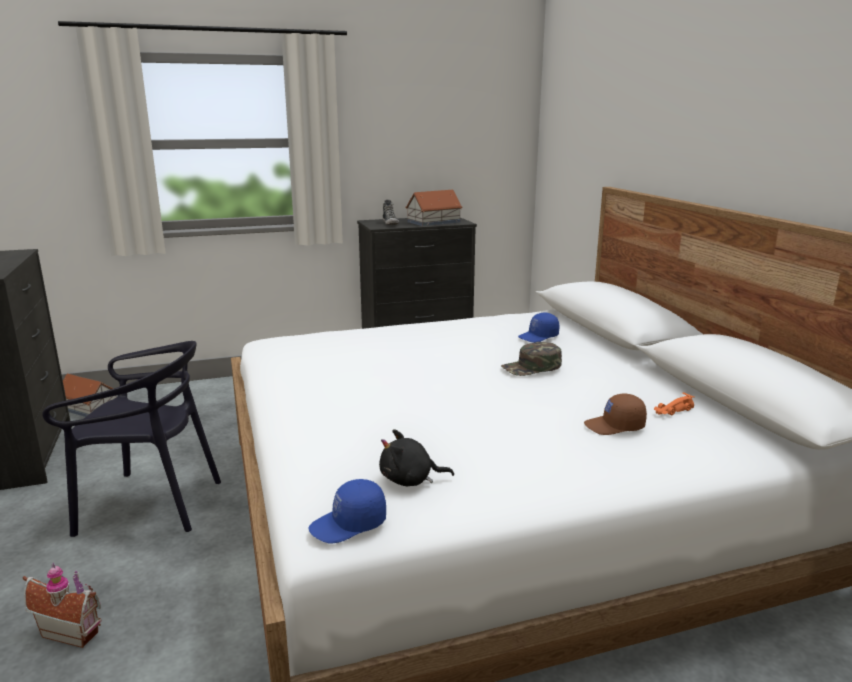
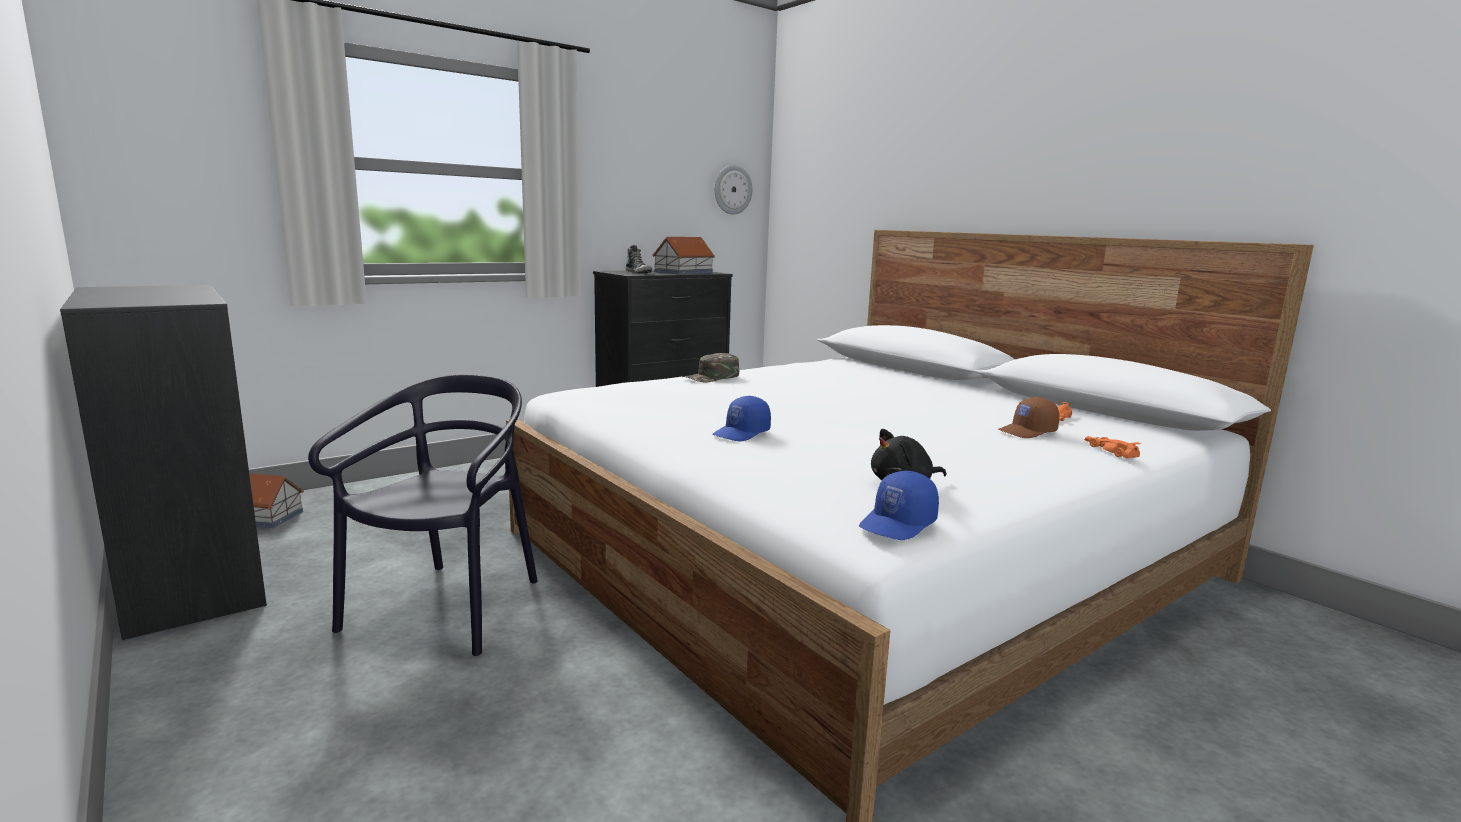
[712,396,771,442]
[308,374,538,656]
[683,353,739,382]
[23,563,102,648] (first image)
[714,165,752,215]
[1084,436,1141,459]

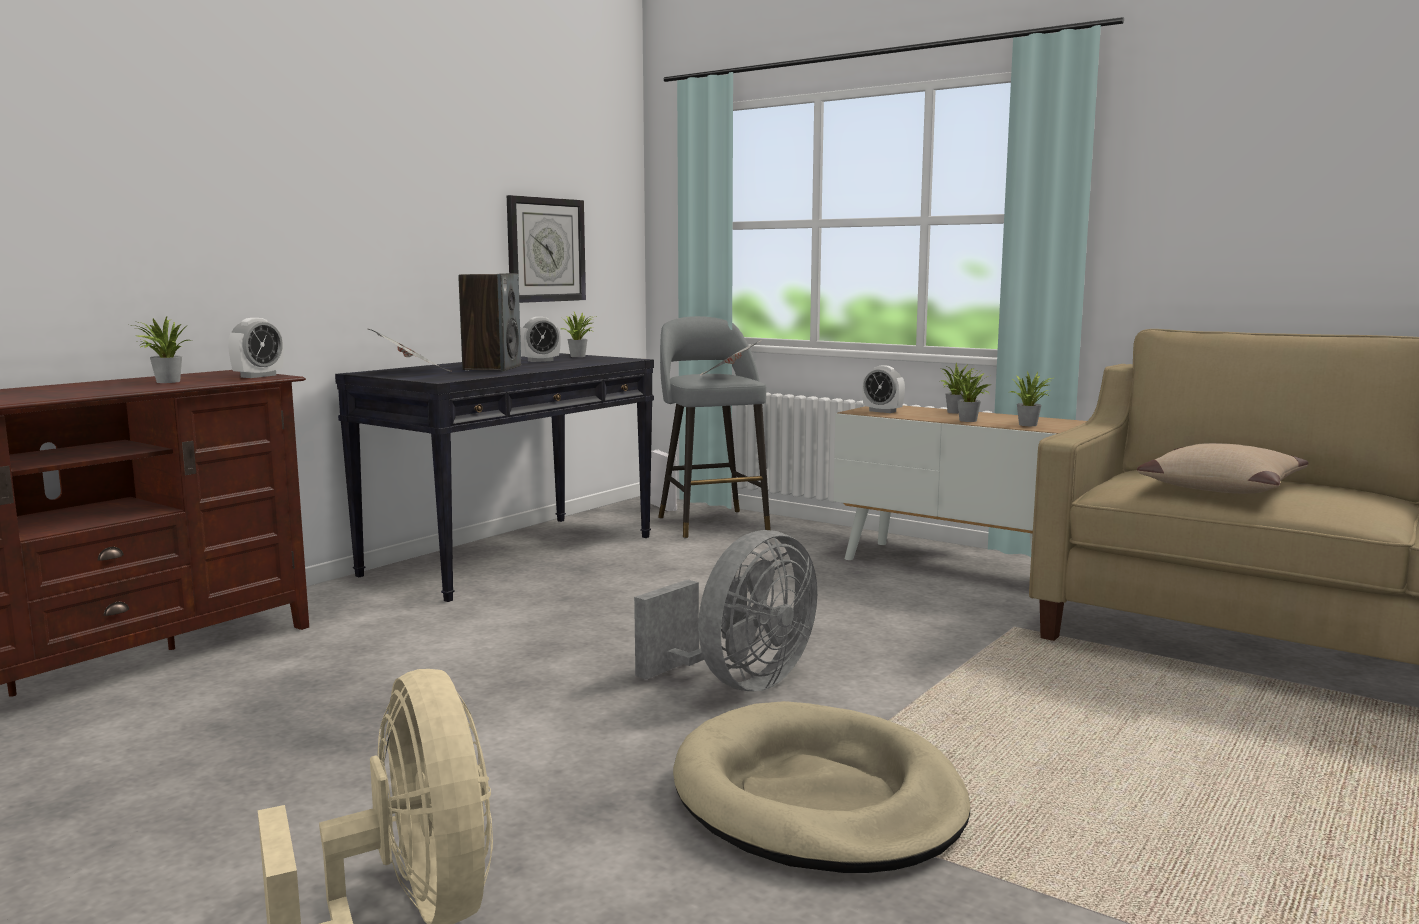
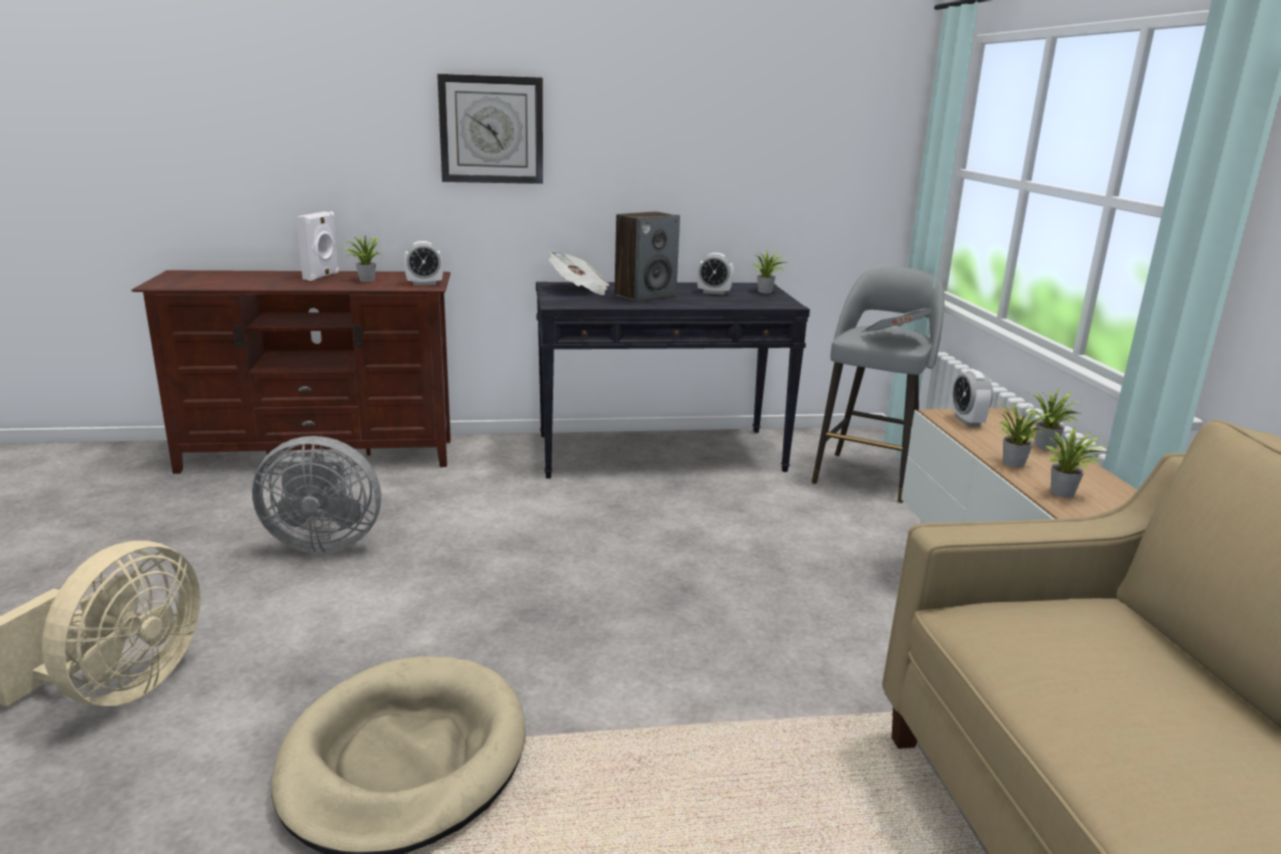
[437,74,543,184]
[1137,443,1308,494] (first image)
[296,211,339,281]
[252,436,381,554]

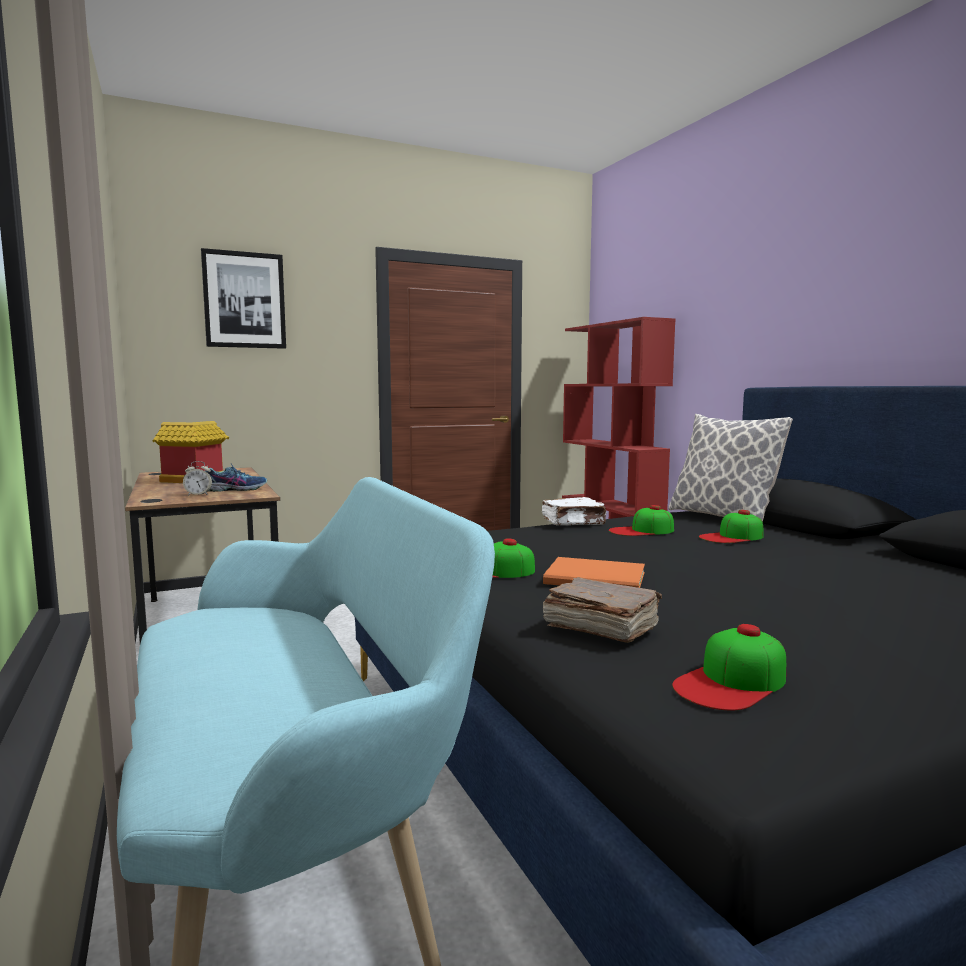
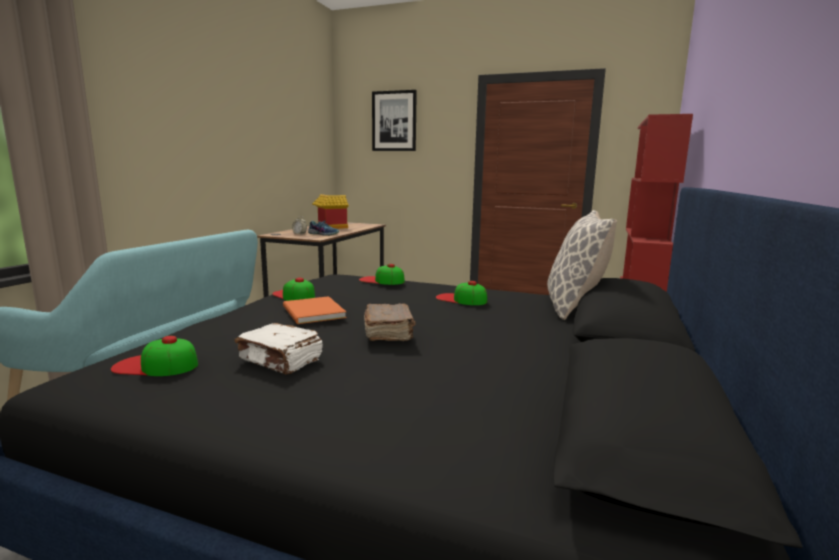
[234,323,323,374]
[359,264,405,285]
[364,303,416,341]

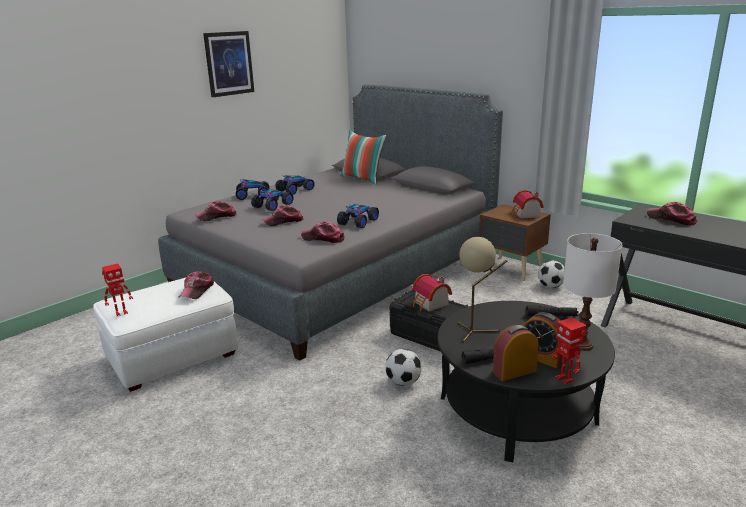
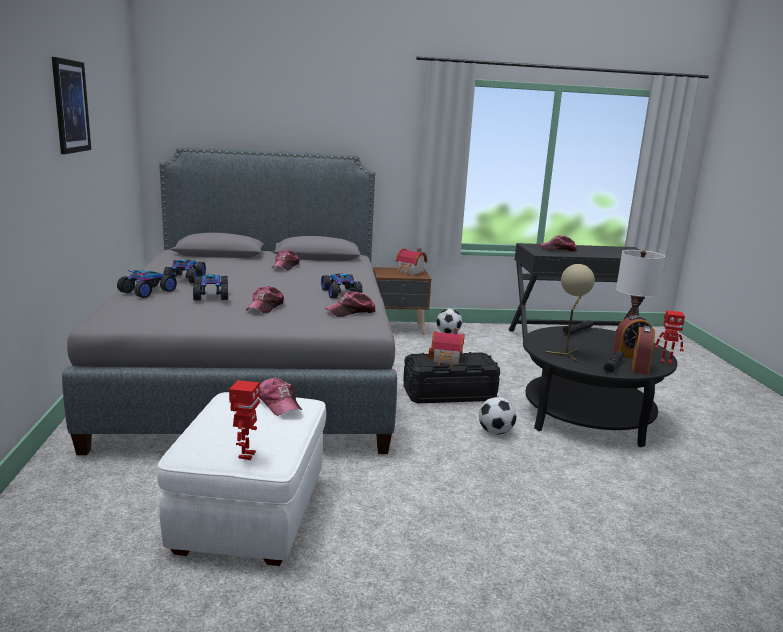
[340,130,386,185] (first image)
[272,250,299,270]

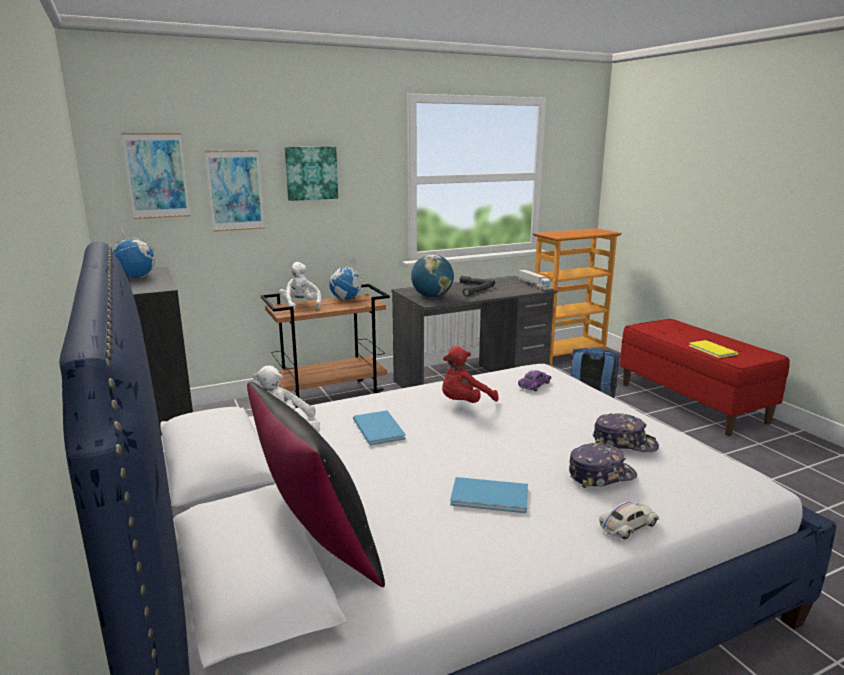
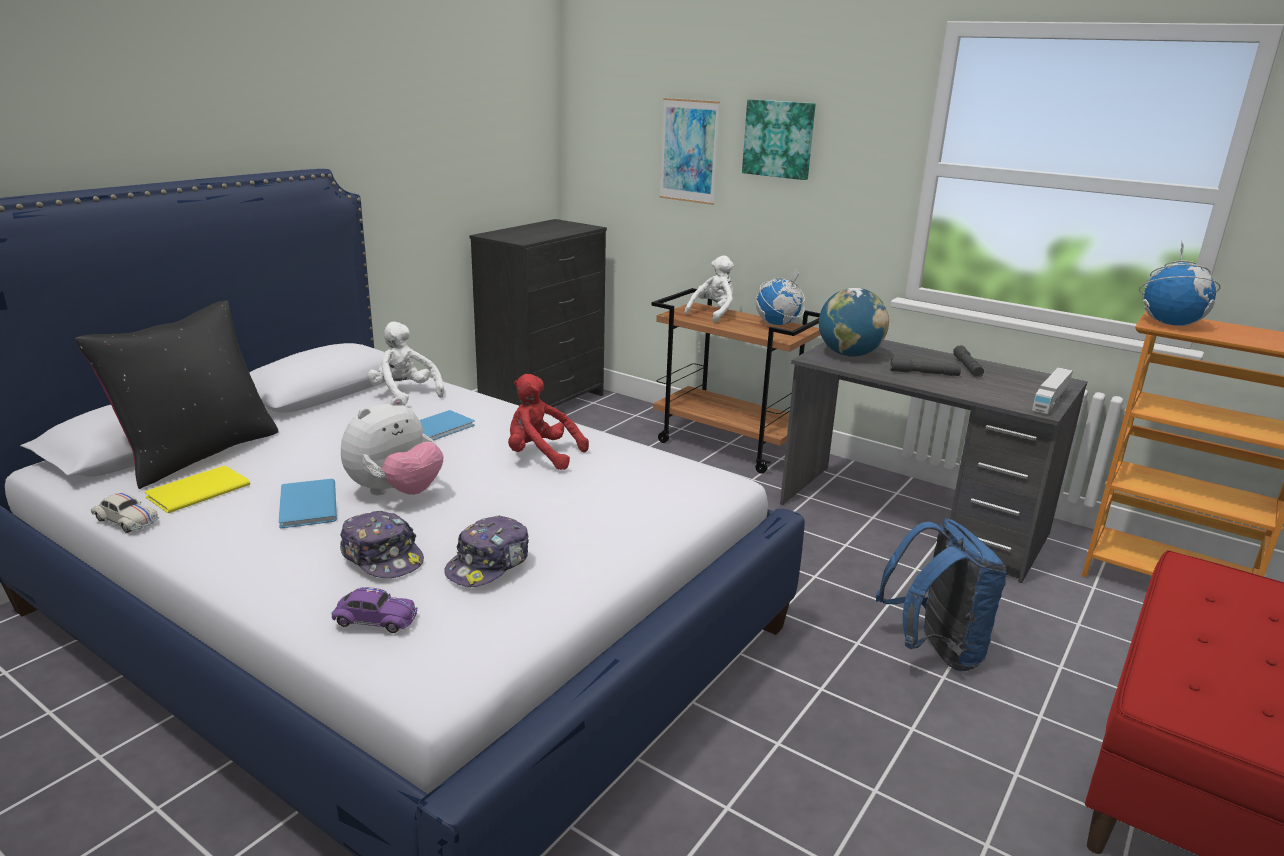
[121,133,190,219] (first image)
[1139,241,1221,326]
[144,466,250,513]
[331,587,417,633]
[444,515,529,587]
[91,493,159,533]
[341,397,443,495]

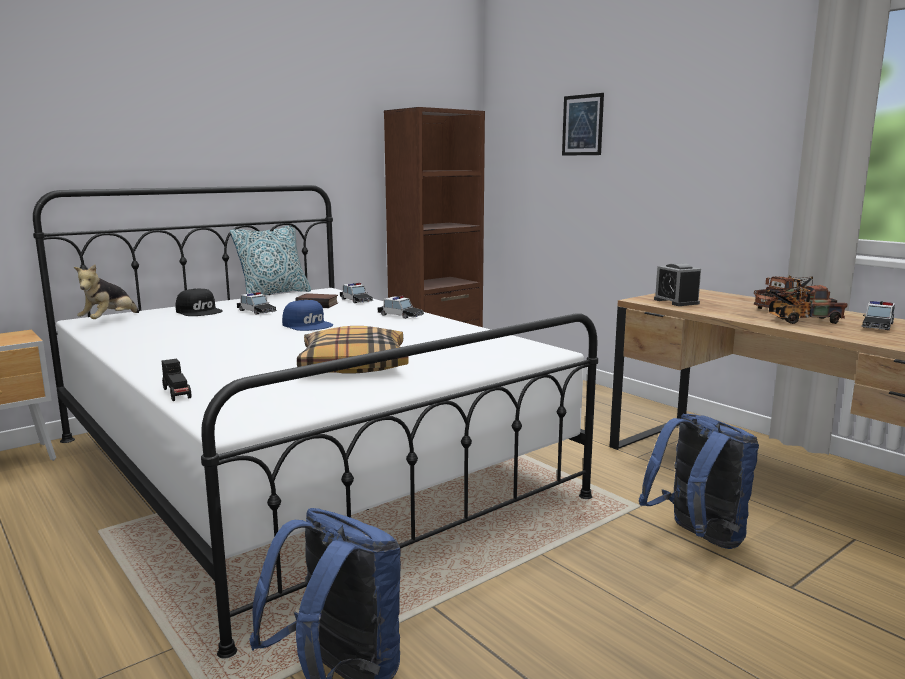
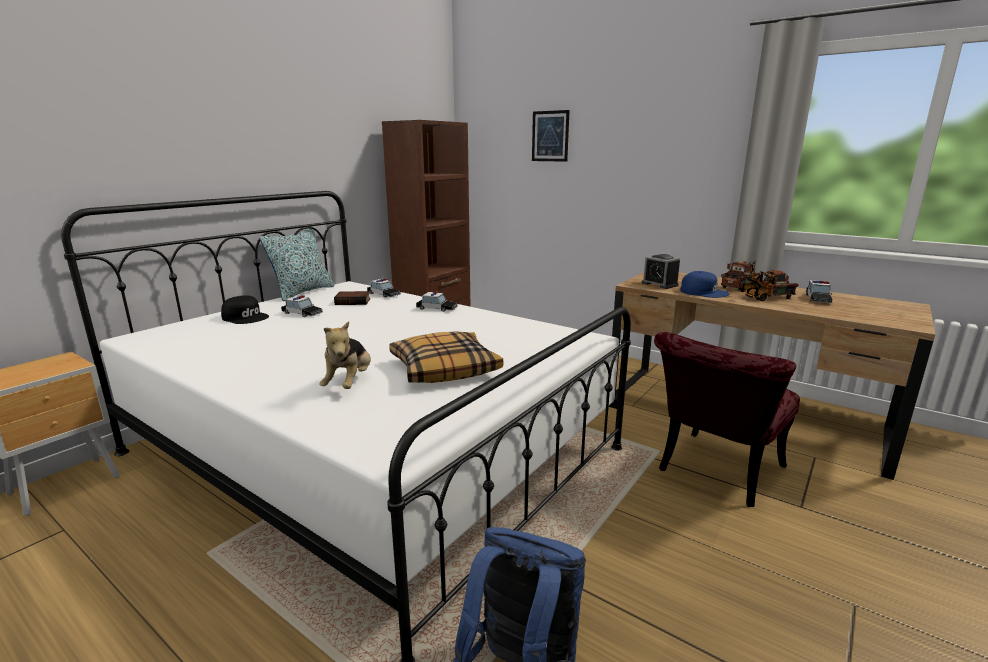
[320,321,371,389]
[680,271,730,298]
[162,358,191,401] (first image)
[654,332,800,507]

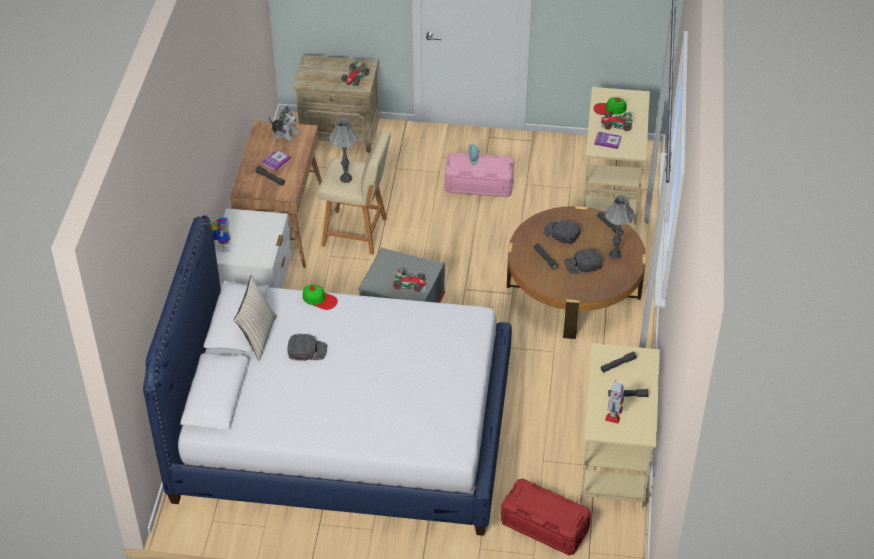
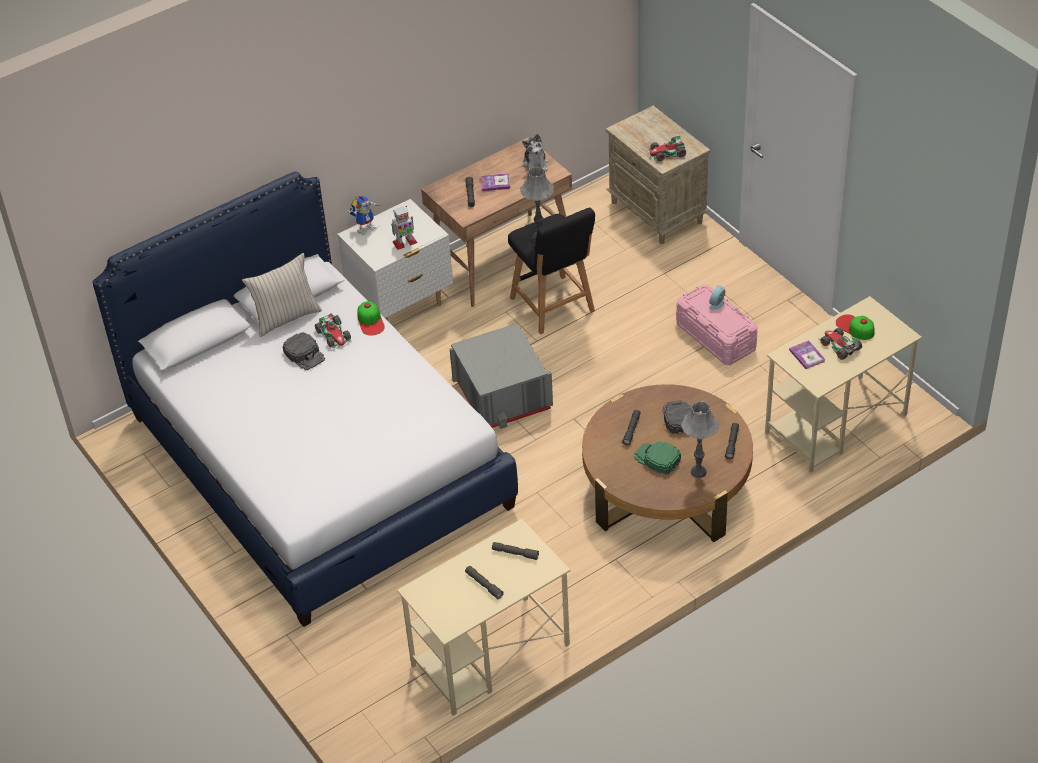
[508,208,595,334]
[634,441,681,475]
[315,313,352,350]
[391,206,417,250]
[501,479,591,555] (first image)

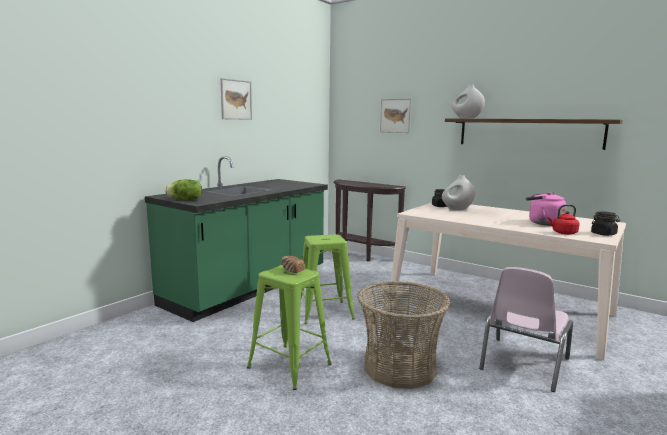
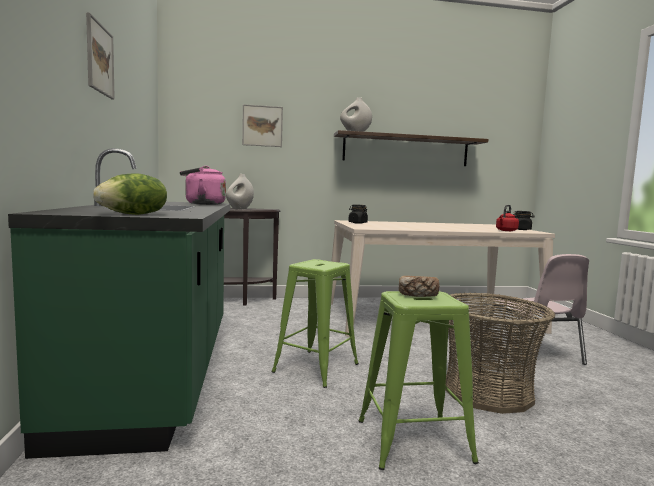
[226,174,254,209]
[180,166,226,205]

